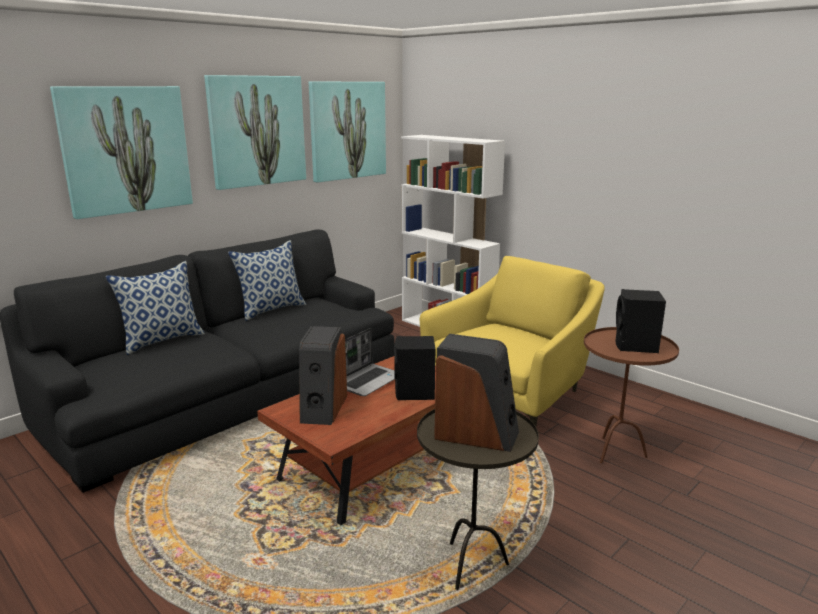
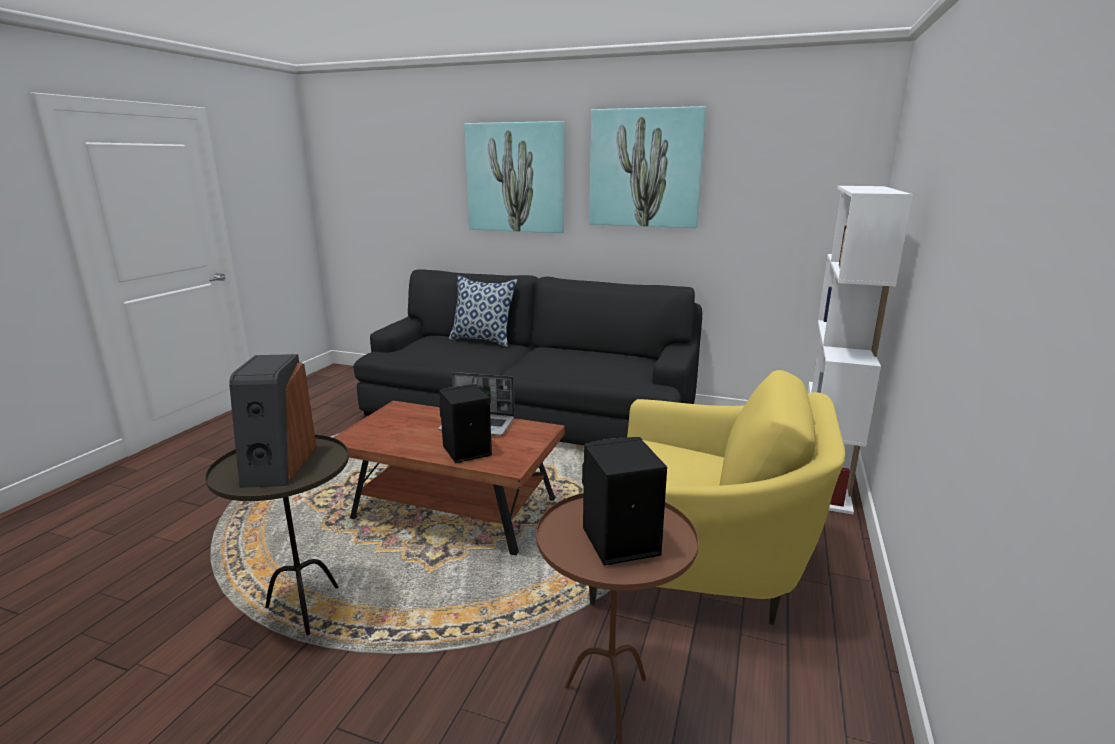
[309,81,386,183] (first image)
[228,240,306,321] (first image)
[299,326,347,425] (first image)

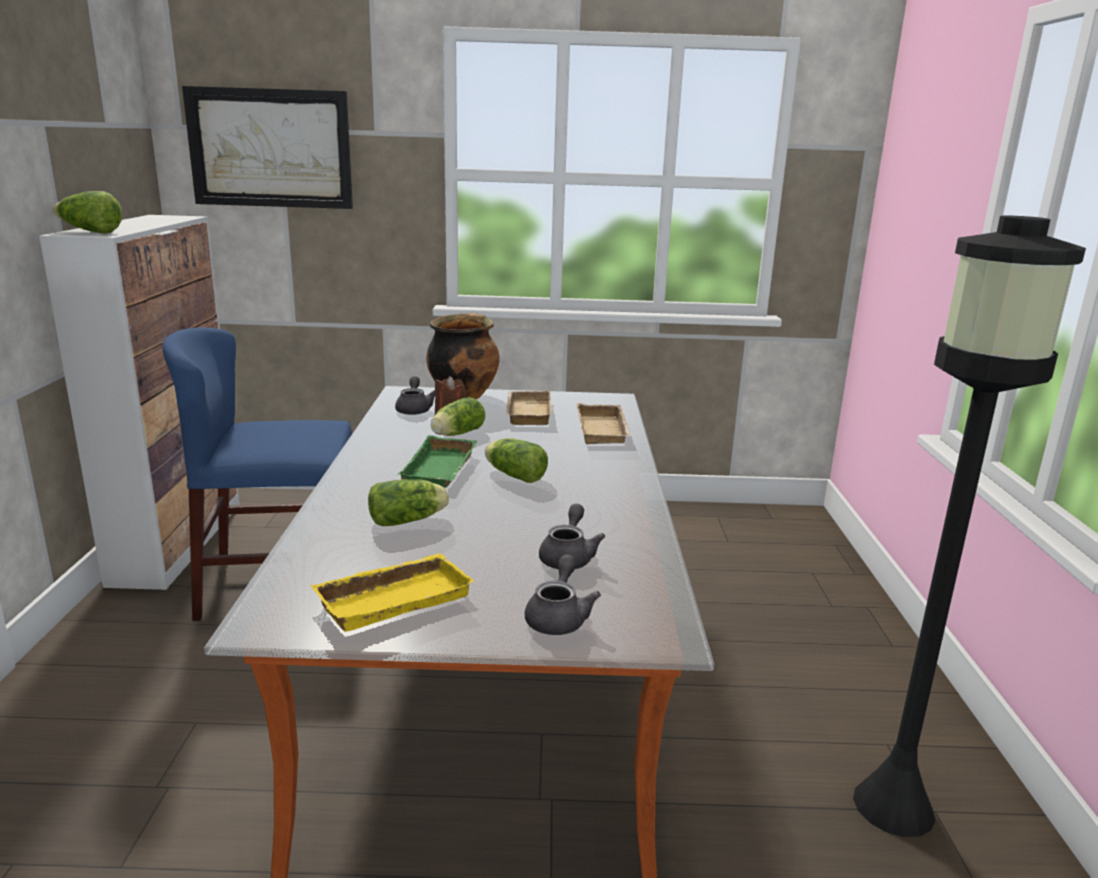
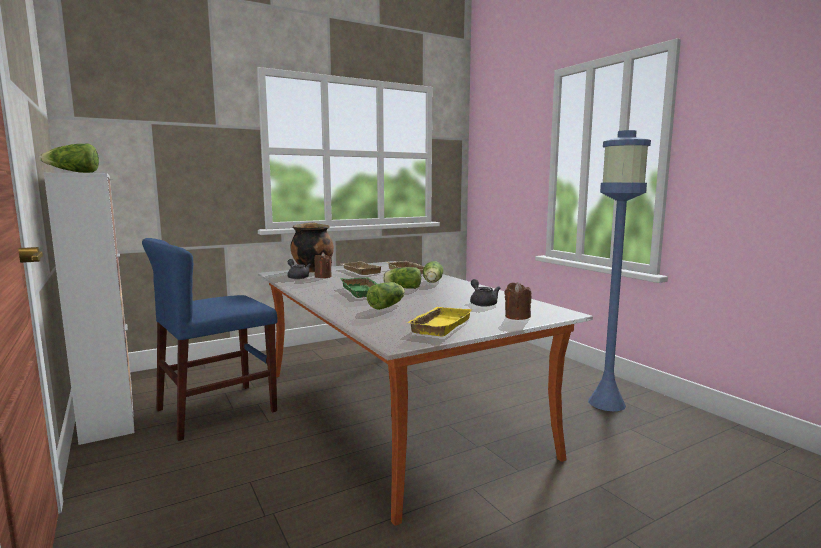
[182,86,353,209] (first image)
[588,130,651,411]
[423,261,443,283]
[504,282,531,320]

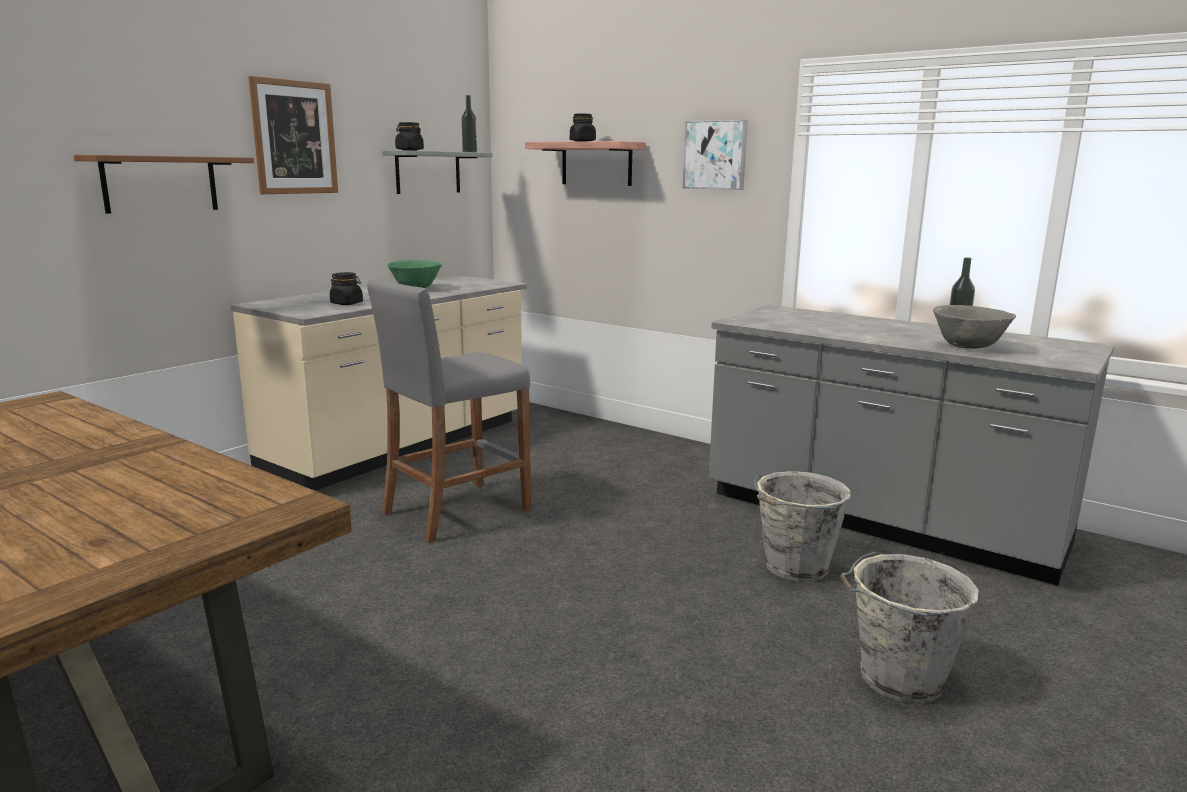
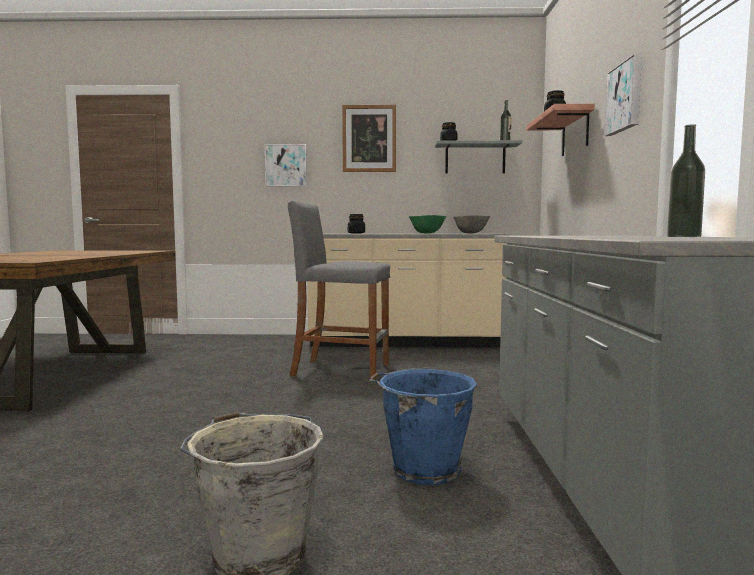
[265,144,307,187]
[453,215,490,233]
[369,368,477,485]

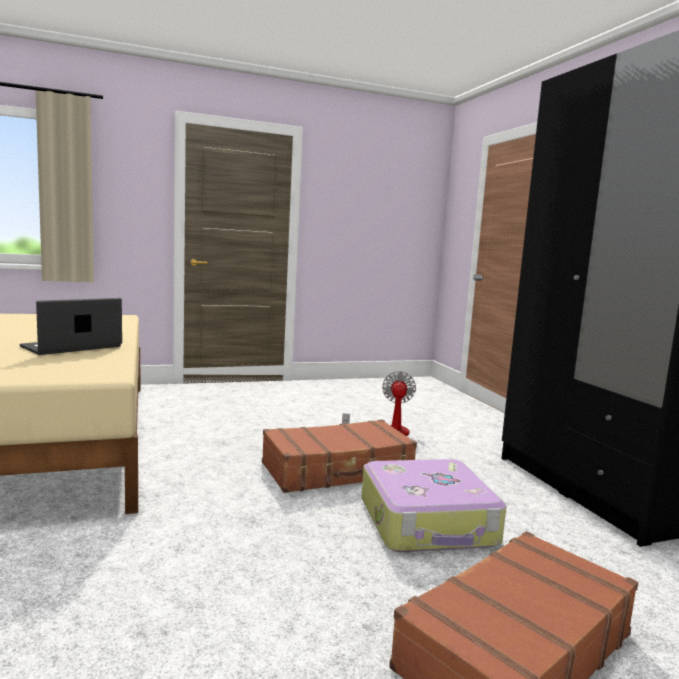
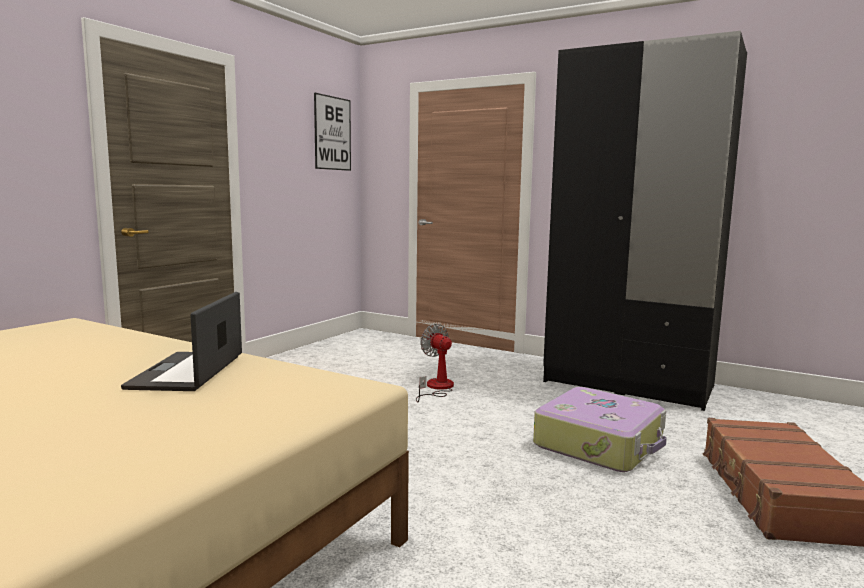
[262,419,417,493] (first image)
[314,93,351,171]

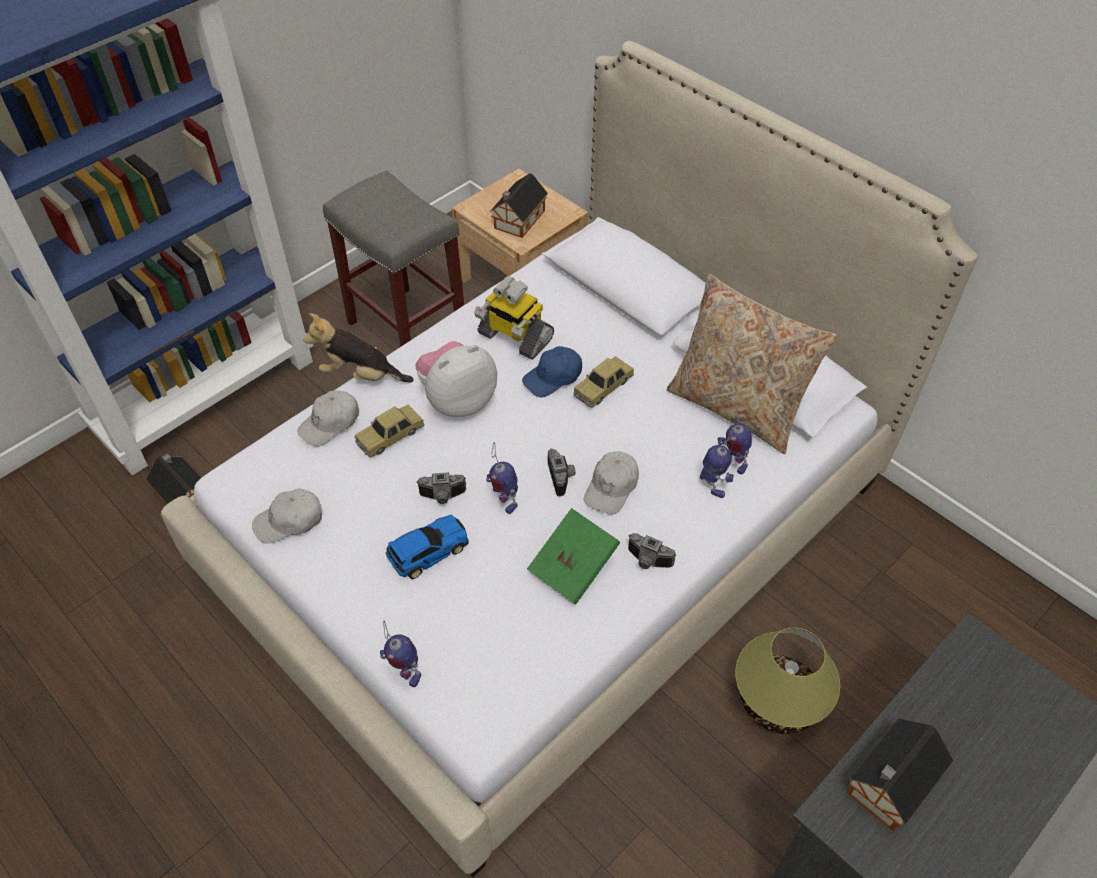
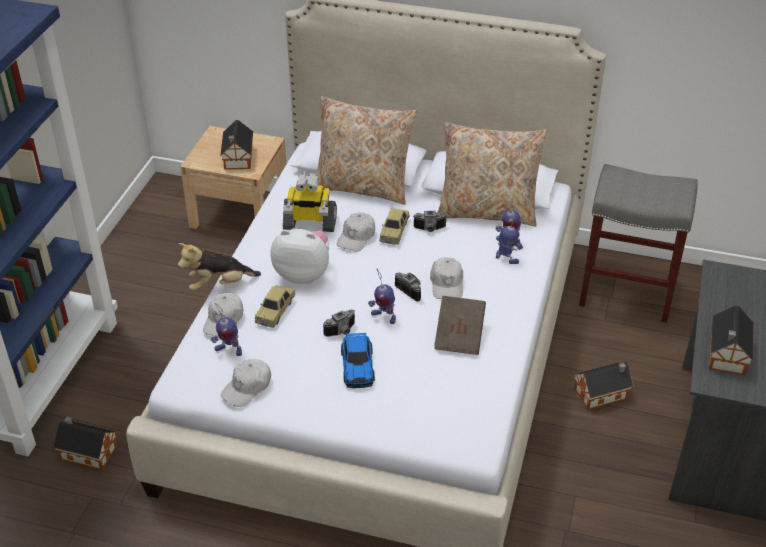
[579,164,698,323]
[270,228,329,284]
[337,212,375,252]
[434,296,486,355]
[341,333,375,388]
[413,211,447,232]
[211,304,242,356]
[574,362,634,410]
[316,96,417,205]

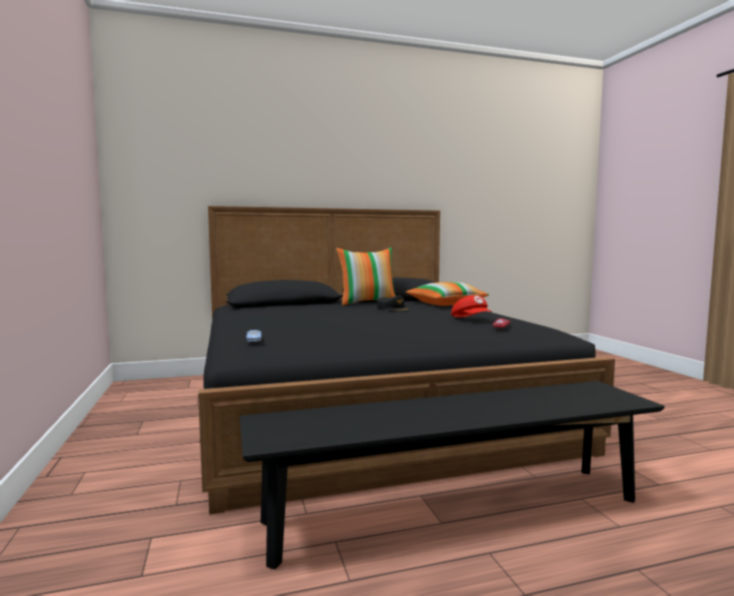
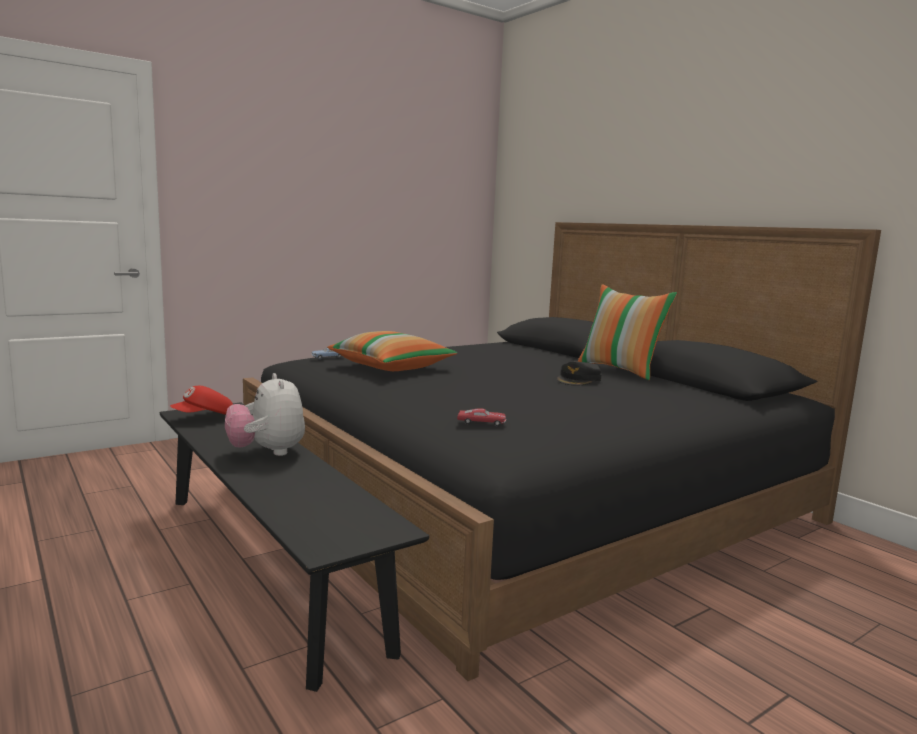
[327,331,457,371]
[170,386,233,415]
[225,373,305,456]

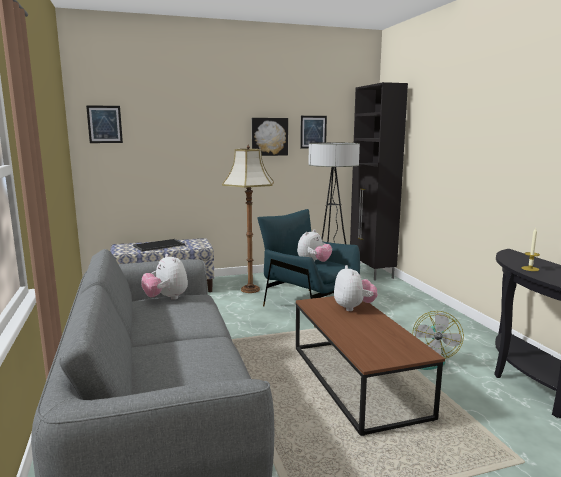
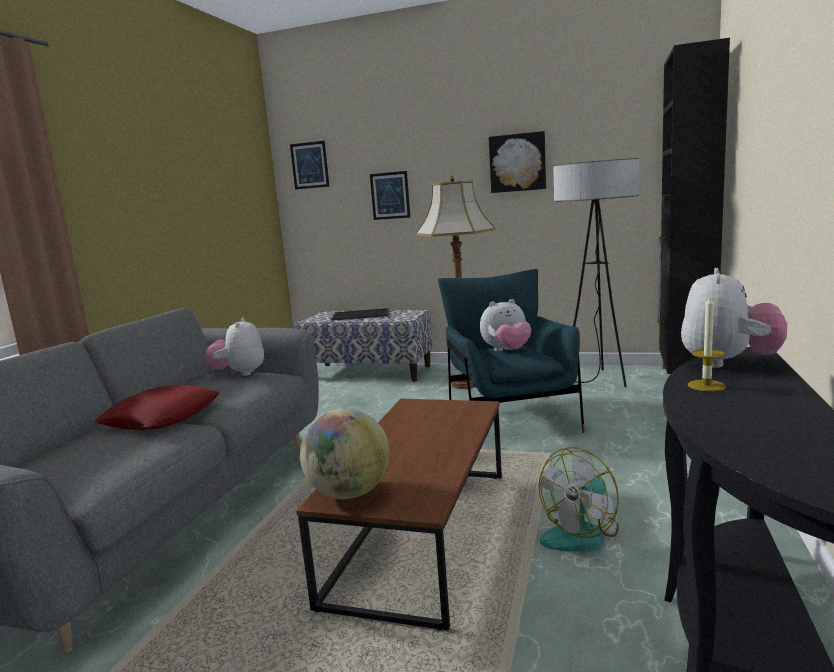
[370,171,410,220]
[681,268,787,368]
[94,385,220,430]
[300,409,390,499]

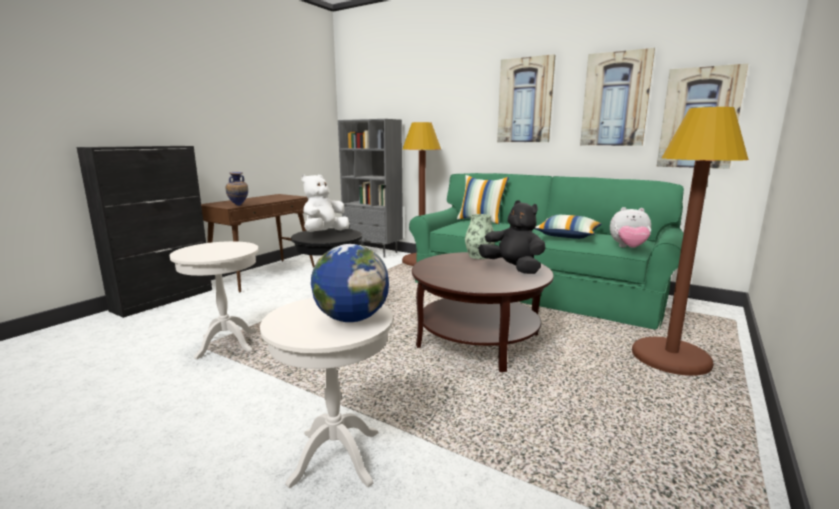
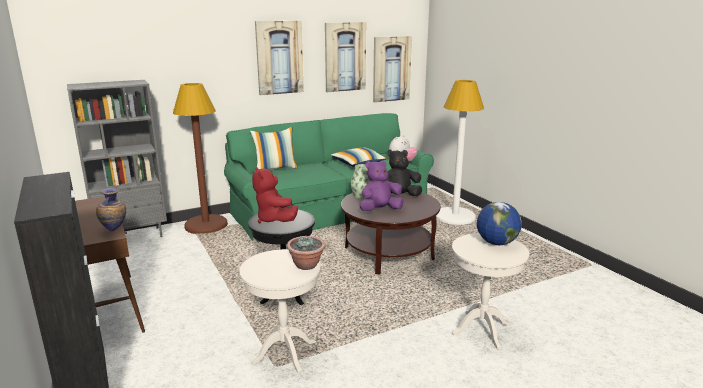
[436,80,484,225]
[252,167,298,223]
[360,160,403,211]
[287,236,325,270]

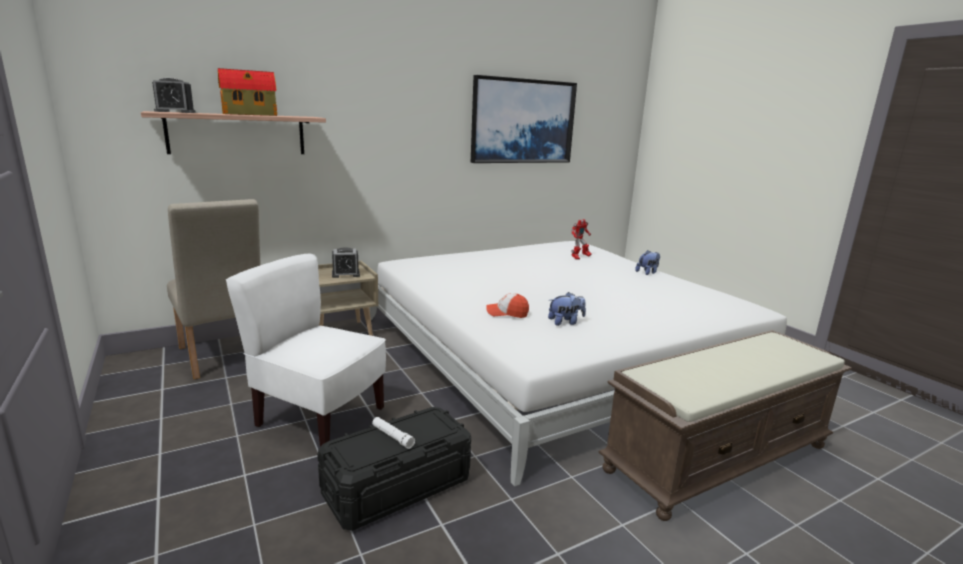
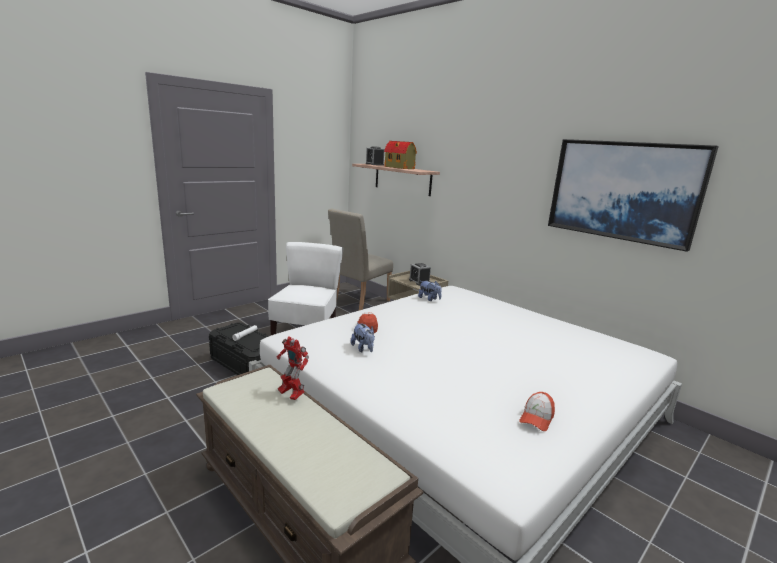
[277,337,309,400]
[418,281,441,301]
[519,392,555,431]

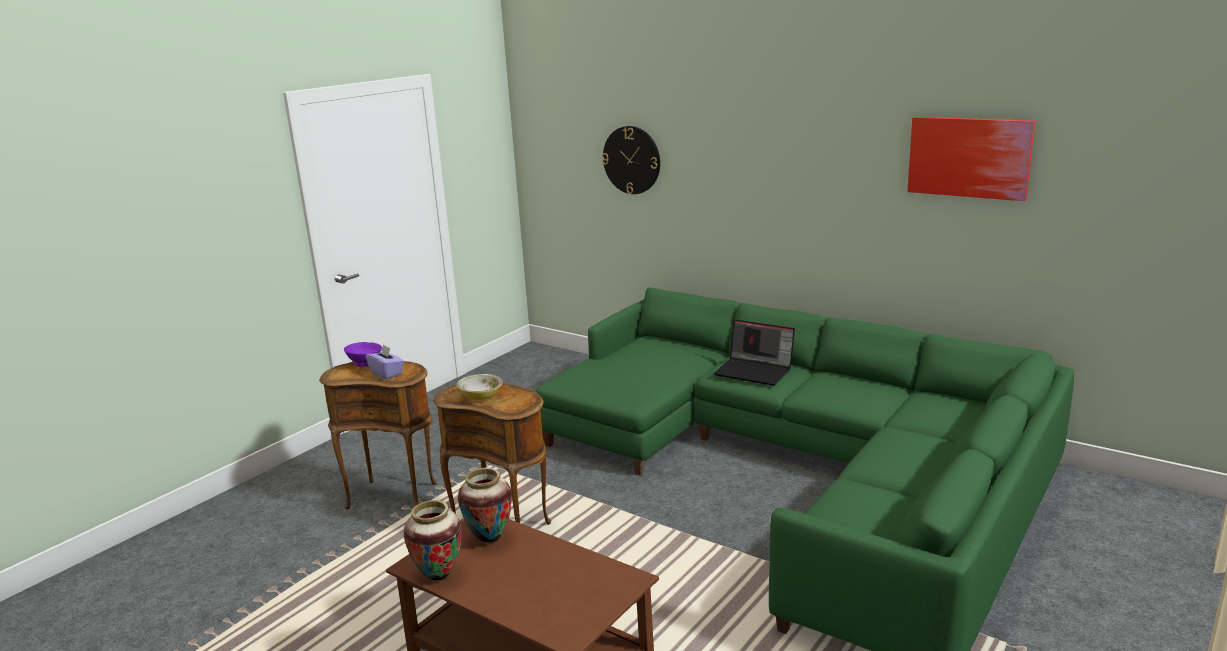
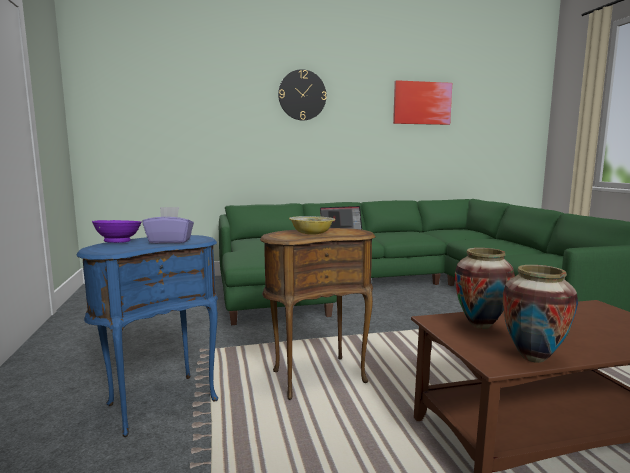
[278,69,326,120]
[76,235,218,437]

